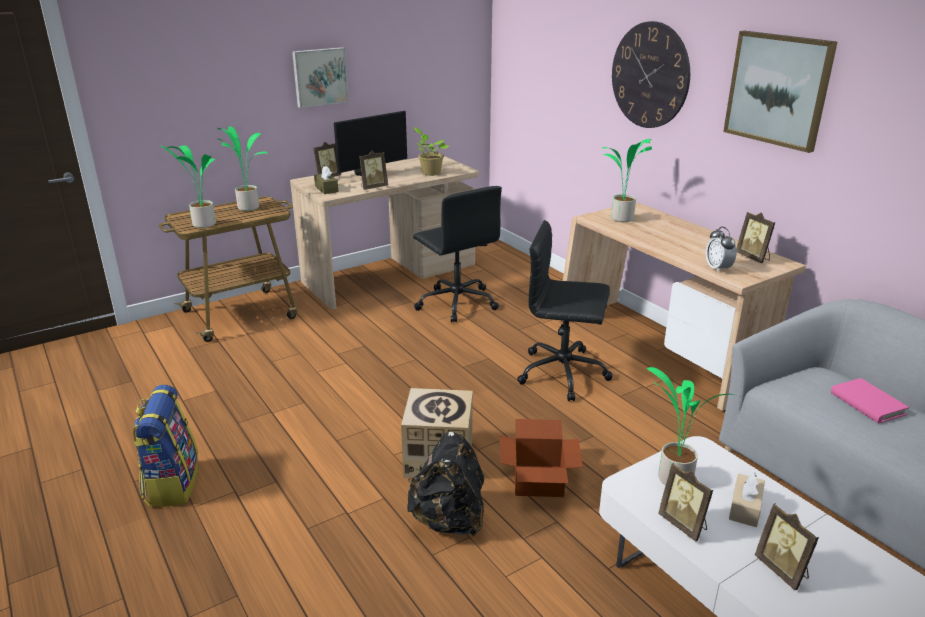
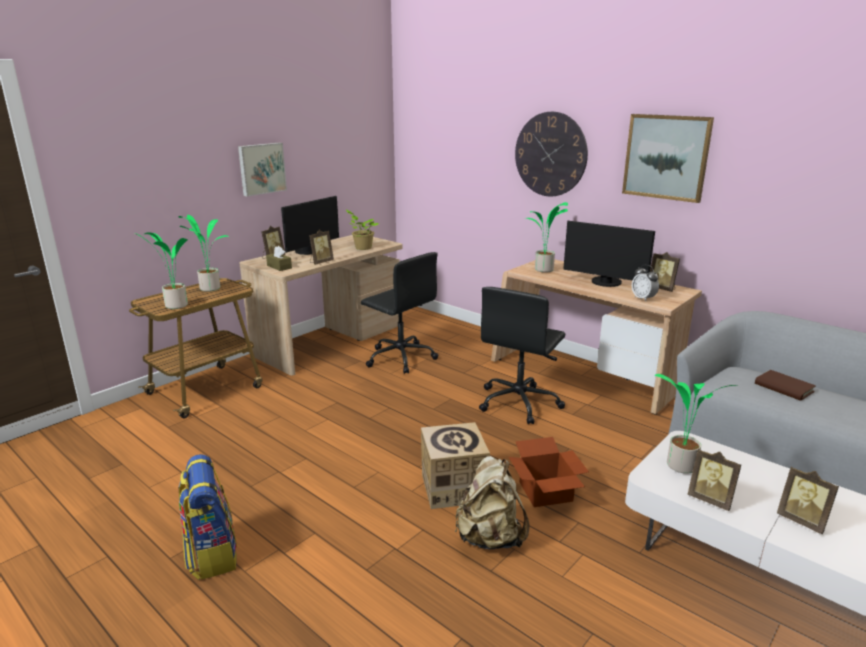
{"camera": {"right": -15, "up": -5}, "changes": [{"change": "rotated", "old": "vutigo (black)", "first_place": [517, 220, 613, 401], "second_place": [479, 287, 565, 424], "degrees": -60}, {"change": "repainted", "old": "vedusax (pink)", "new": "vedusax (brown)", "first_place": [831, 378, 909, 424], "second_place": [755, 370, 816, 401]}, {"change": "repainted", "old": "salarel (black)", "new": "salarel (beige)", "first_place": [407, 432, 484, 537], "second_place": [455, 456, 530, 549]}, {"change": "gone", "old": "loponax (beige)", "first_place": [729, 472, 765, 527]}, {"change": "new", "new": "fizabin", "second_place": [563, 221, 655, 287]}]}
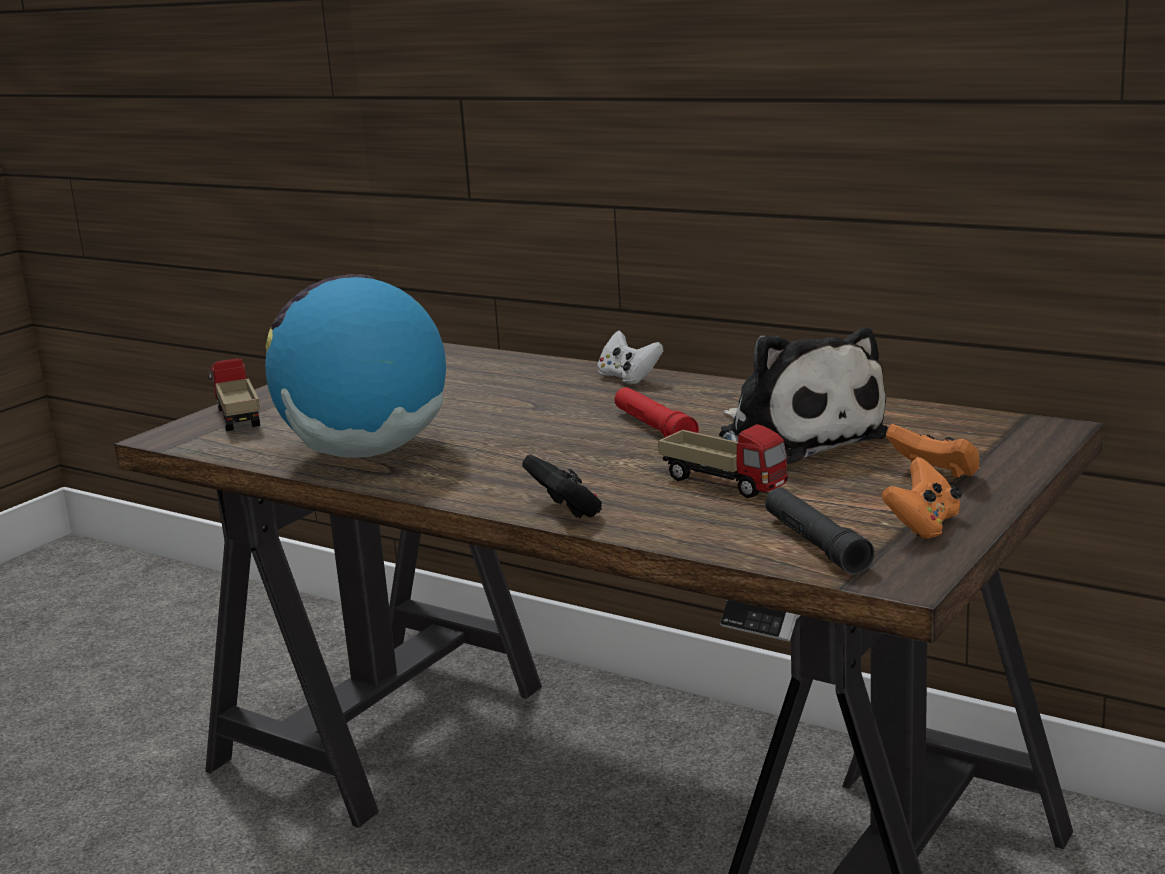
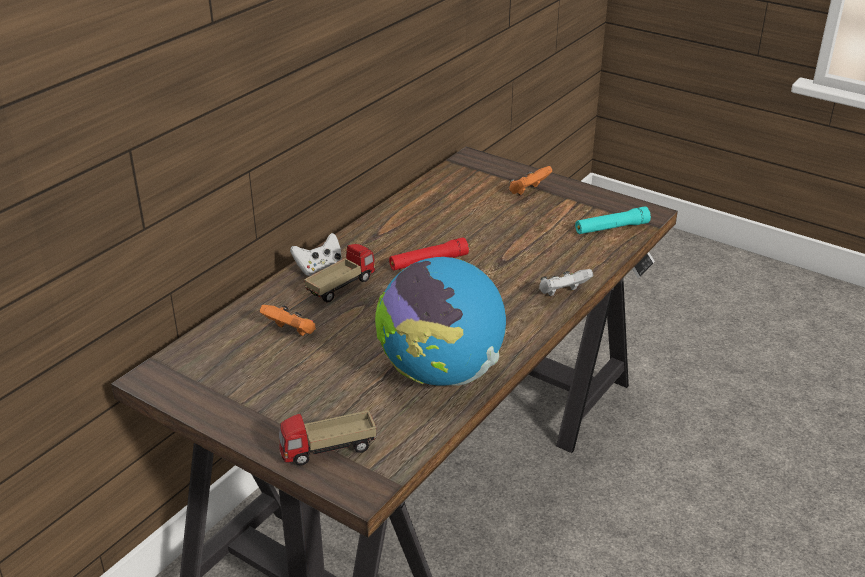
{"camera": {"right": -90, "up": 15}, "changes": [{"change": "gone", "old": "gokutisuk", "first_place": [719, 327, 888, 464]}, {"change": "shifted", "old": "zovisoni", "first_place": [658, 424, 792, 498], "second_place": [304, 244, 375, 302]}, {"change": "repainted", "old": "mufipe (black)", "new": "mufipe (white)", "first_place": [522, 455, 602, 519], "second_place": [539, 269, 593, 296]}, {"change": "shifted", "old": "mufipe (orange)", "first_place": [881, 457, 962, 539], "second_place": [259, 305, 316, 336]}, {"change": "repainted", "old": "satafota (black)", "new": "satafota (turquoise)", "first_place": [765, 488, 875, 574], "second_place": [575, 206, 651, 234]}]}
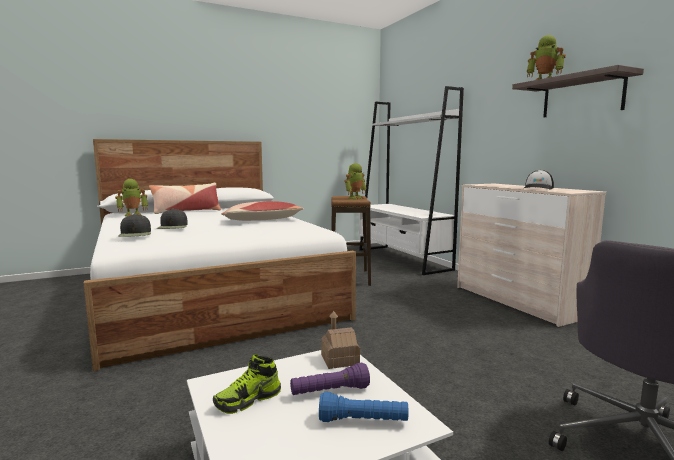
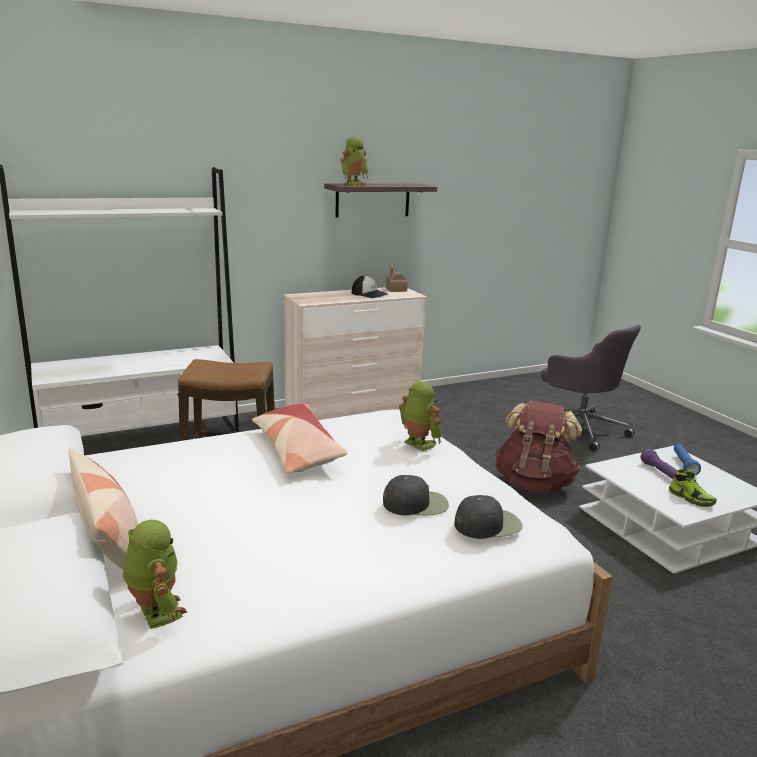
{"camera": {"right": -90, "up": 10}, "changes": [{"change": "shifted", "old": "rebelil", "first_place": [344, 163, 367, 200], "second_place": [399, 381, 443, 451]}, {"change": "shifted", "old": "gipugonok", "first_place": [321, 311, 360, 369], "second_place": [386, 264, 408, 292]}, {"change": "new", "new": "salarel (brown)", "second_place": [495, 401, 582, 493]}]}
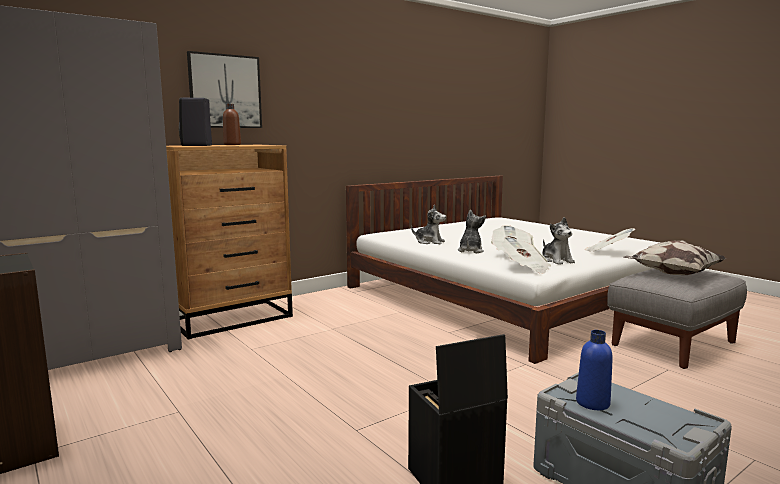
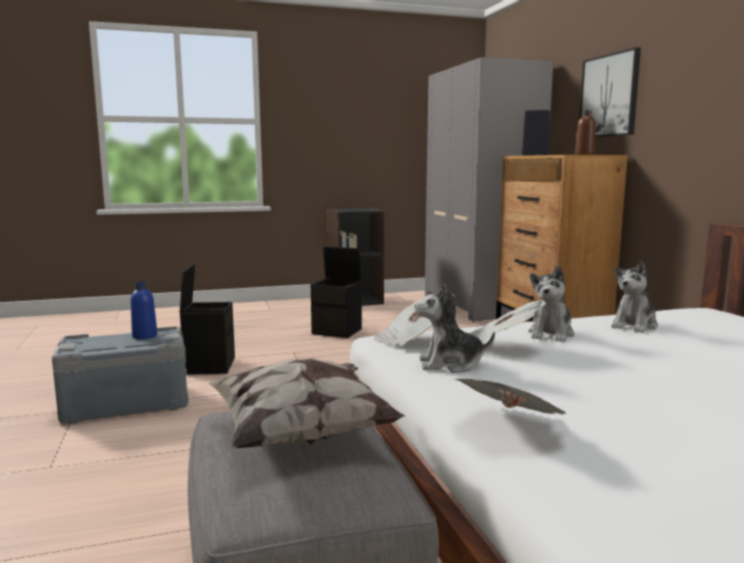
{"camera": {"right": 110, "up": 0}, "changes": [{"change": "rotated", "old": "gokutisuk", "first_place": [458, 210, 486, 253], "second_place": [528, 266, 575, 342], "degrees": 75}, {"change": "new", "new": "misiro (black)", "second_place": [311, 246, 362, 338]}]}
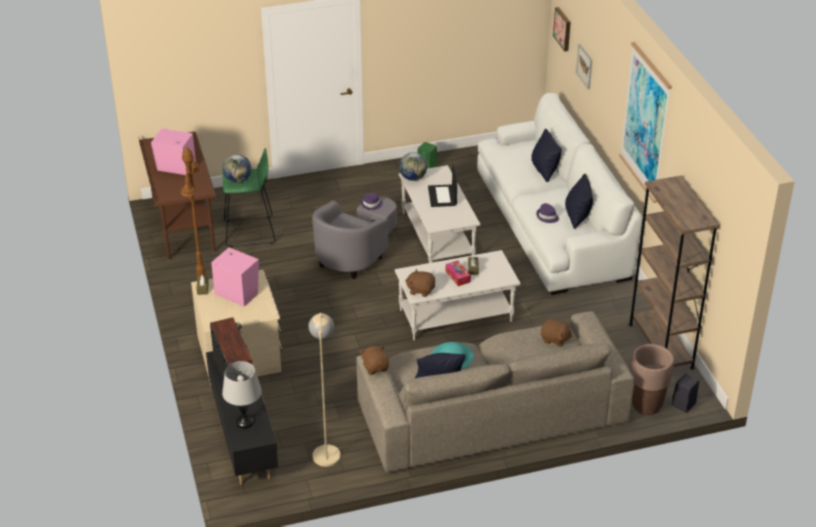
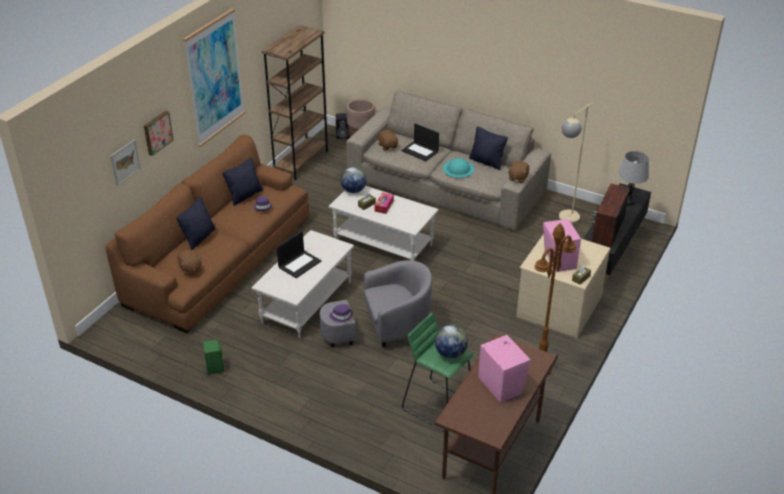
{"camera": {"right": -135, "up": 0}, "changes": [{"change": "shifted", "old": "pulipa", "first_place": [553, 7, 571, 51], "second_place": [144, 111, 174, 156]}, {"change": "repainted", "old": "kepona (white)", "new": "kepona (brown)", "first_place": [477, 93, 643, 295], "second_place": [106, 135, 309, 333]}, {"change": "shifted", "old": "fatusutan", "first_place": [399, 152, 427, 181], "second_place": [340, 167, 367, 193]}, {"change": "shifted", "old": "gokutisuk (brown)", "first_place": [405, 269, 435, 297], "second_place": [178, 250, 202, 275]}, {"change": "new", "new": "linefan", "second_place": [401, 123, 439, 161]}]}
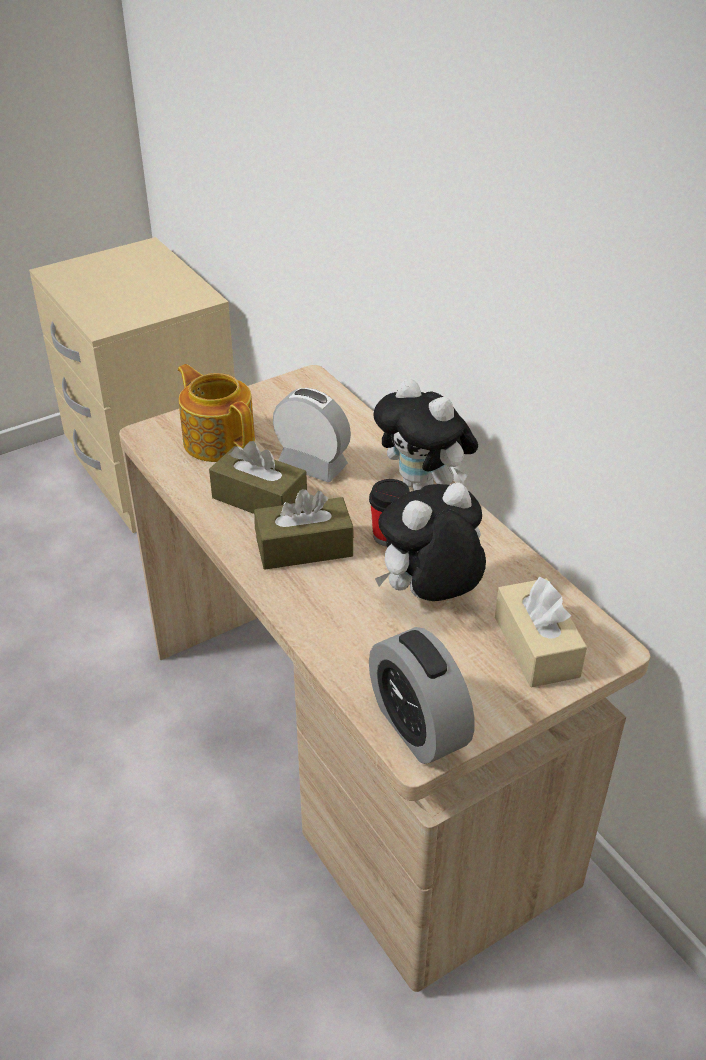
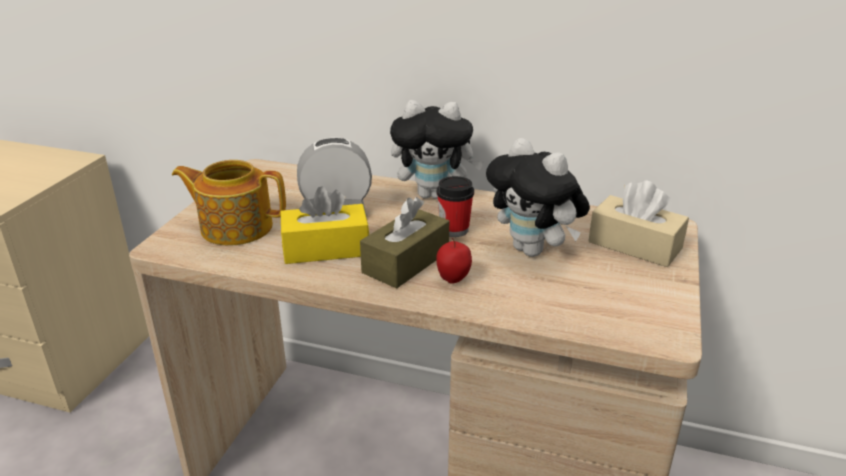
{"camera": {"right": -40, "up": -10}, "changes": [{"change": "repainted", "old": "loponax (brown)", "new": "loponax (yellow)", "first_place": [209, 441, 307, 514], "second_place": [281, 186, 369, 264]}, {"change": "rotated", "old": "gokutisuk", "first_place": [375, 482, 486, 601], "second_place": [486, 138, 590, 257], "degrees": -60}, {"change": "gone", "old": "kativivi", "first_place": [369, 627, 475, 764]}, {"change": "new", "new": "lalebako", "second_place": [436, 238, 472, 284]}]}
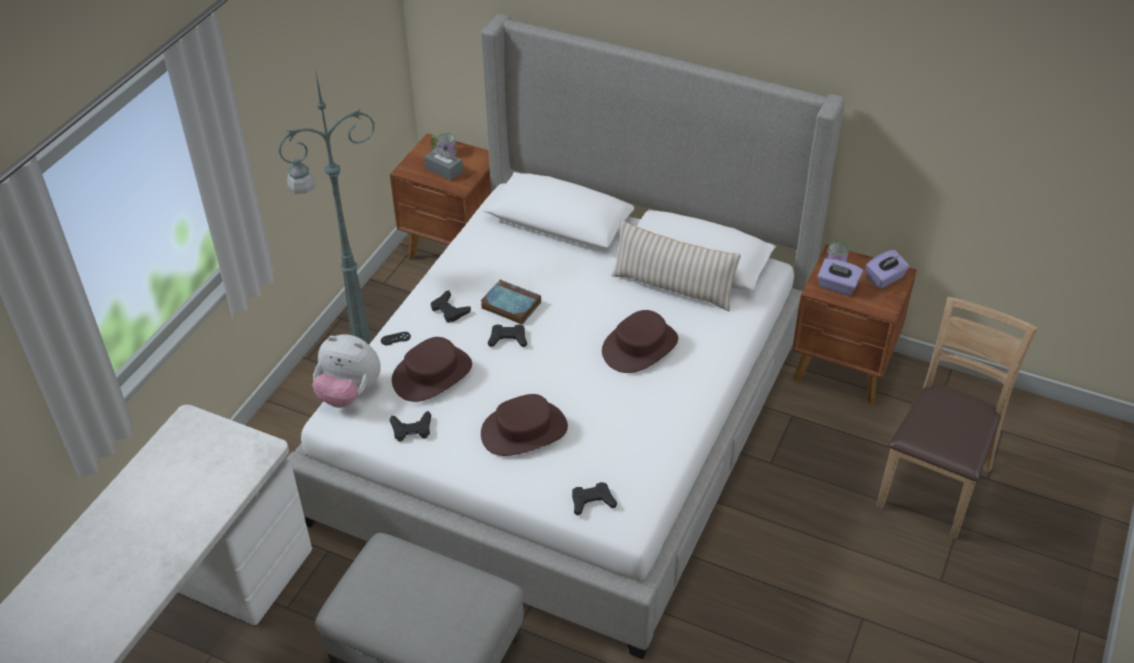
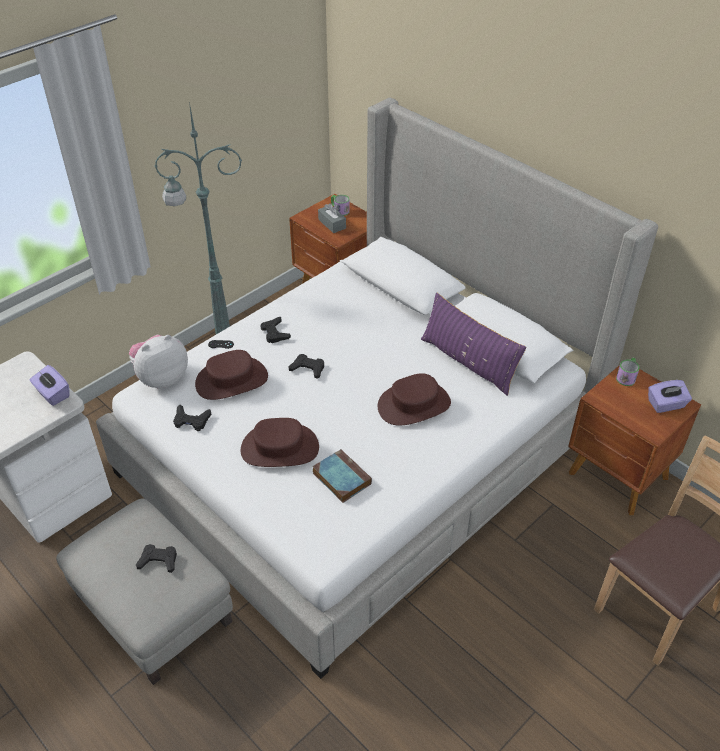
{"camera": {"right": 20, "up": 0}, "changes": [{"change": "repainted", "old": "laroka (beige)", "new": "laroka (purple)", "first_place": [611, 220, 741, 311], "second_place": [421, 292, 527, 396]}, {"change": "shifted", "old": "loponax (purple)", "first_place": [817, 258, 863, 296], "second_place": [30, 365, 70, 406]}, {"change": "shifted", "old": "vedusax", "first_place": [481, 280, 541, 325], "second_place": [312, 449, 372, 503]}, {"change": "rotated", "old": "gokutisuk", "first_place": [312, 334, 381, 408], "second_place": [129, 335, 188, 388], "degrees": 105}, {"change": "shifted", "old": "mufipe (black)", "first_place": [572, 482, 617, 516], "second_place": [136, 544, 177, 573]}]}
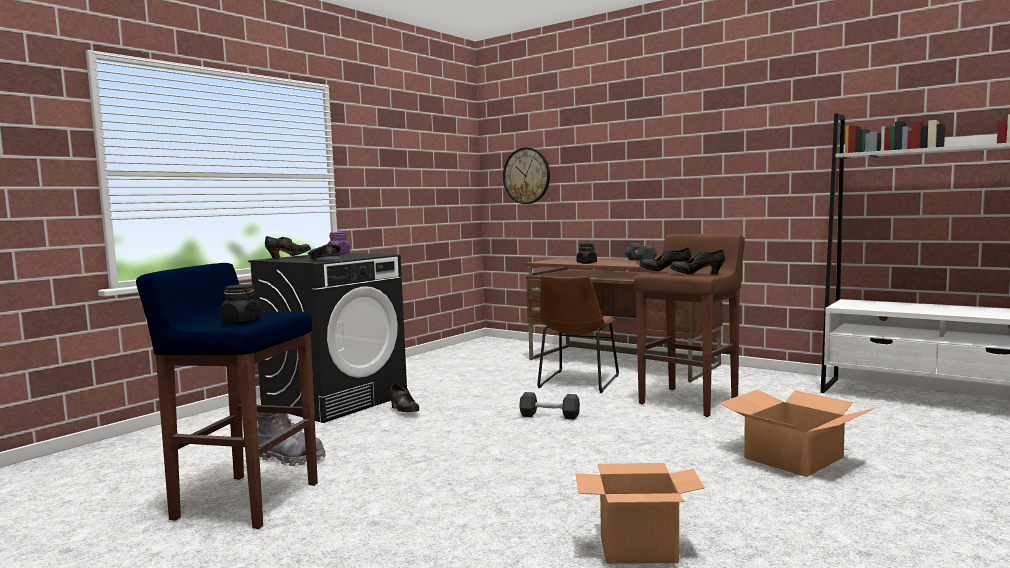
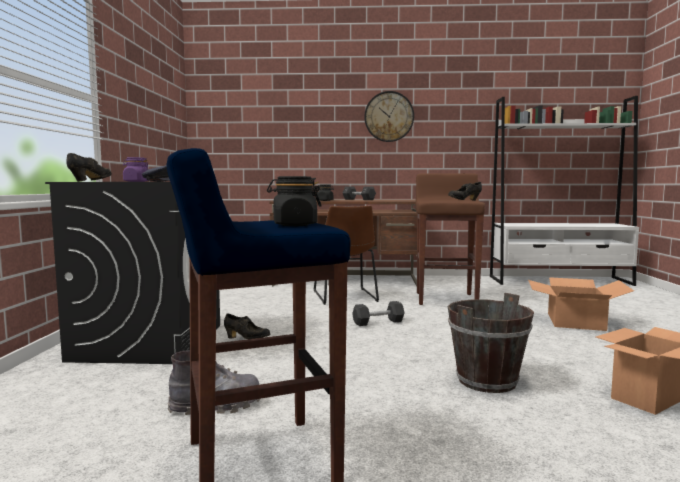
{"camera": {"right": -35, "up": 0}, "changes": [{"change": "shifted", "old": "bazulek", "first_place": [503, 147, 550, 204], "second_place": [364, 91, 414, 142]}, {"change": "gone", "old": "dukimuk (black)", "first_place": [639, 247, 691, 271]}, {"change": "new", "new": "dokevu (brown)", "second_place": [448, 293, 534, 393]}]}
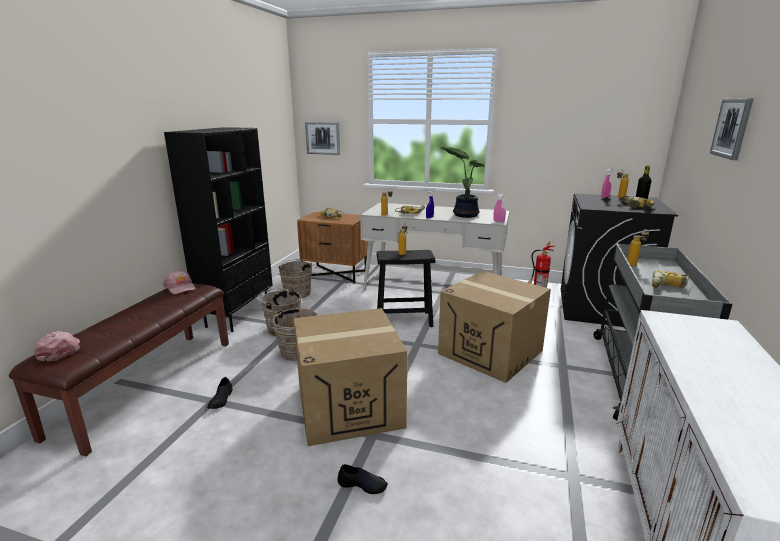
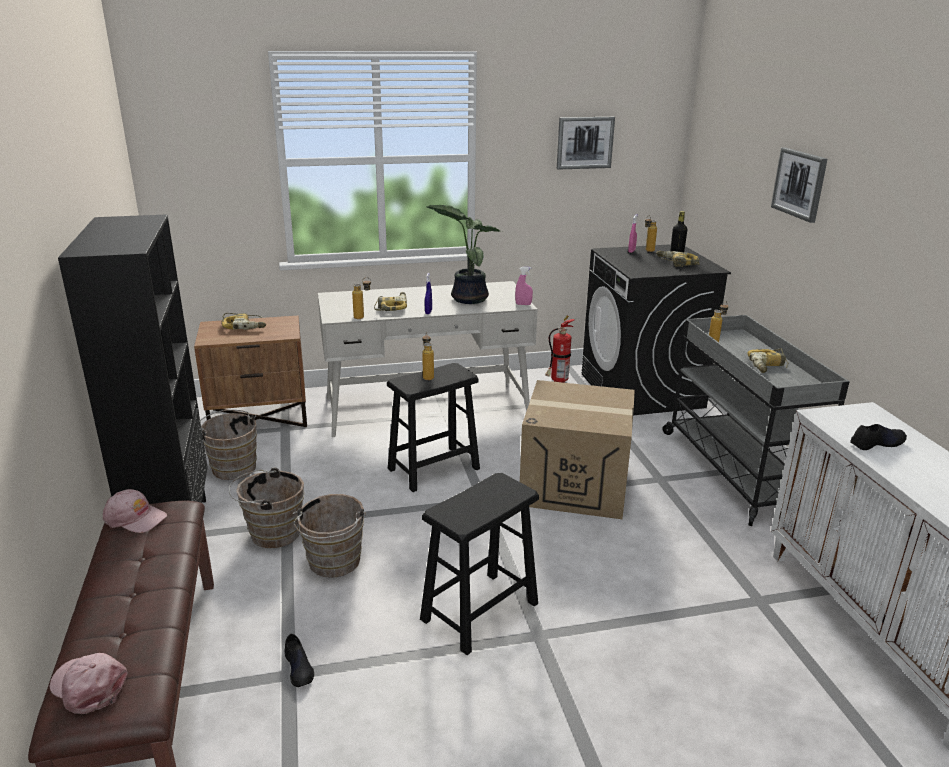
{"camera": {"right": -30, "up": 5}, "changes": [{"change": "shifted", "old": "pulipa", "first_place": [305, 122, 340, 155], "second_place": [557, 117, 615, 169]}, {"change": "swapped", "old": "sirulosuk", "new": "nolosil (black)", "first_place": [294, 308, 408, 446], "second_place": [420, 473, 539, 655]}, {"change": "shifted", "old": "dukimuk (black)", "first_place": [337, 464, 388, 494], "second_place": [850, 424, 907, 450]}]}
